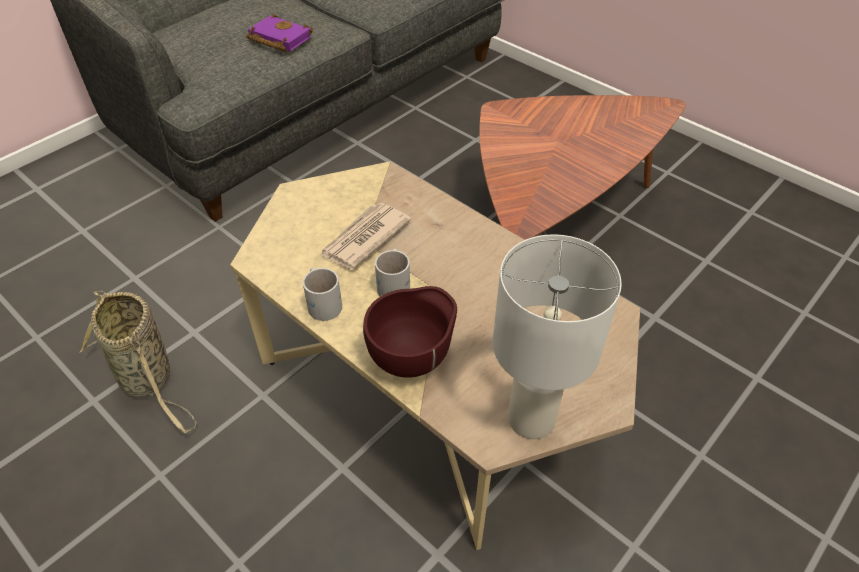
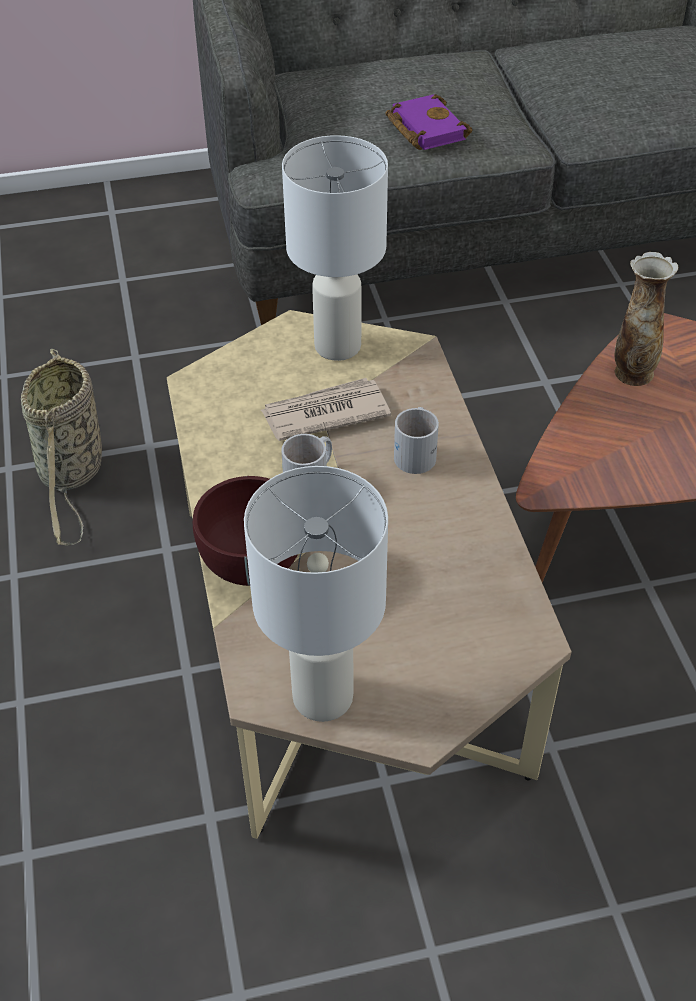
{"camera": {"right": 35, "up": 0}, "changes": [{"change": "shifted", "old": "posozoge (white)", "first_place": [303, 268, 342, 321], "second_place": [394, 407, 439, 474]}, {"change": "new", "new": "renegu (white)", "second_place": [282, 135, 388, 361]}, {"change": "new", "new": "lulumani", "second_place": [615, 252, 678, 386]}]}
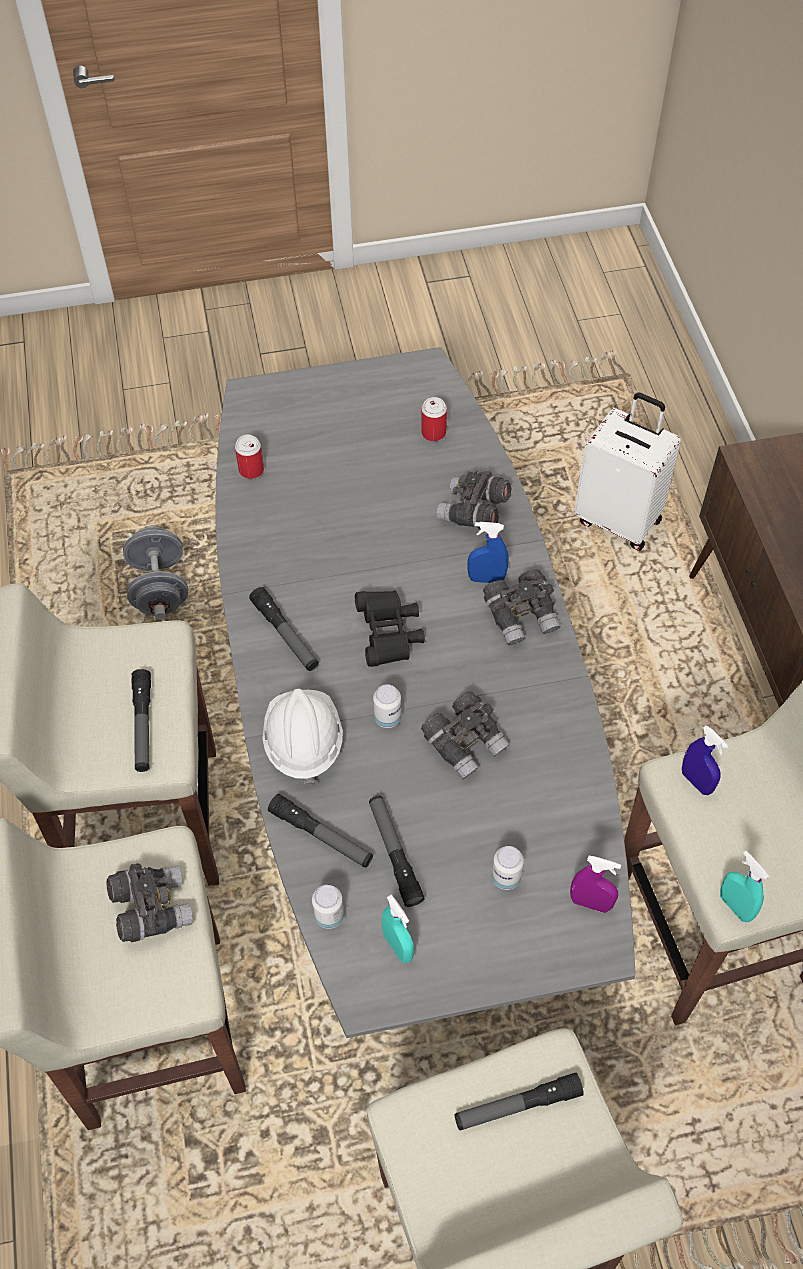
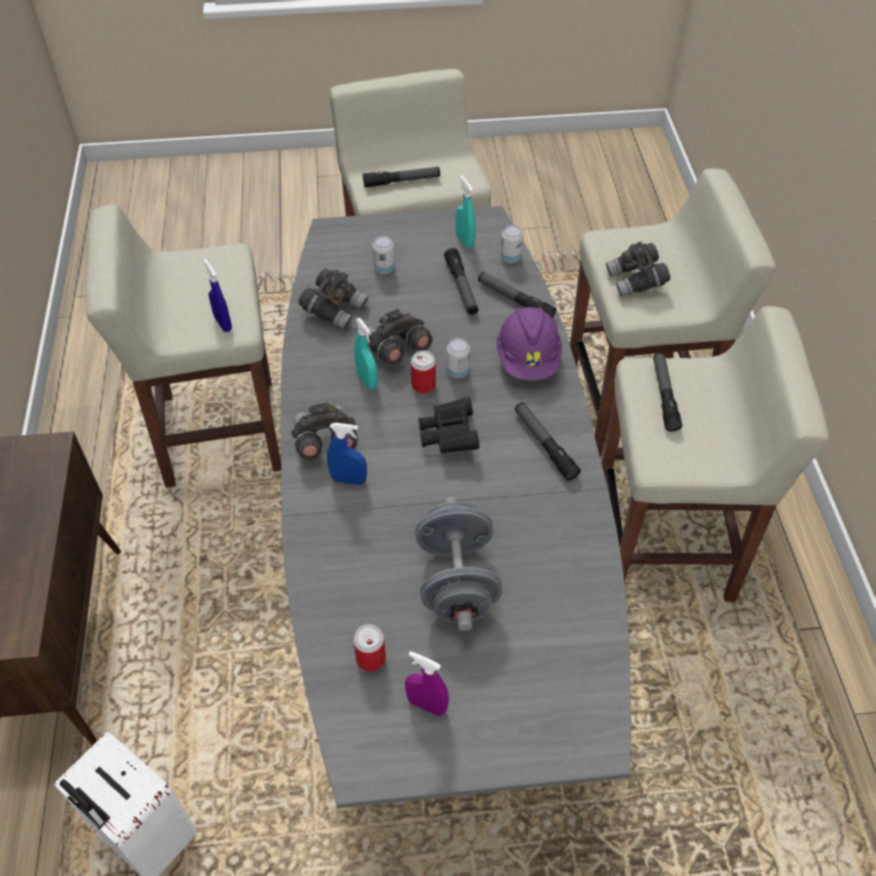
{"camera": {"right": -175, "up": -5}, "changes": [{"change": "shifted", "old": "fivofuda", "first_place": [235, 435, 264, 479], "second_place": [411, 351, 436, 393]}, {"change": "shifted", "old": "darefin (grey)", "first_place": [436, 471, 511, 530], "second_place": [298, 268, 368, 330]}, {"change": "shifted", "old": "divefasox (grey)", "first_place": [123, 525, 188, 619], "second_place": [415, 497, 502, 631]}, {"change": "repainted", "old": "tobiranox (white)", "new": "tobiranox (purple)", "first_place": [262, 689, 343, 785], "second_place": [496, 307, 562, 381]}, {"change": "shifted", "old": "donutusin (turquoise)", "first_place": [720, 851, 769, 922], "second_place": [354, 318, 378, 389]}, {"change": "shifted", "old": "donutusin (purple)", "first_place": [570, 856, 621, 913], "second_place": [405, 651, 449, 716]}]}
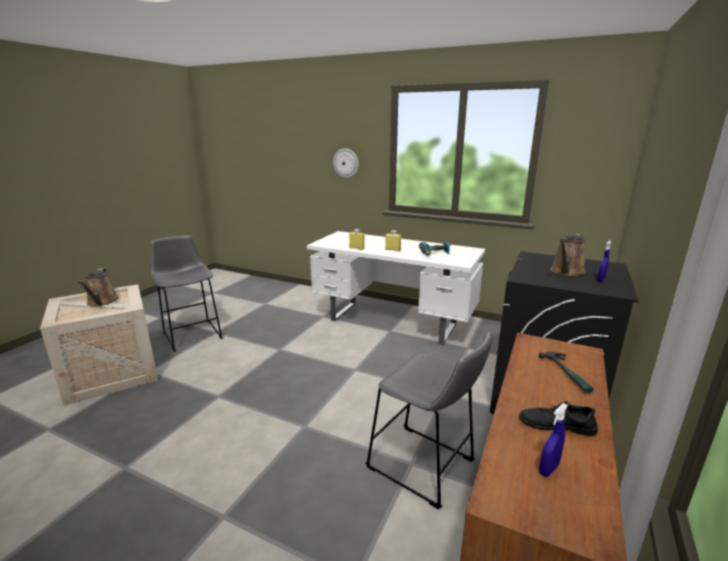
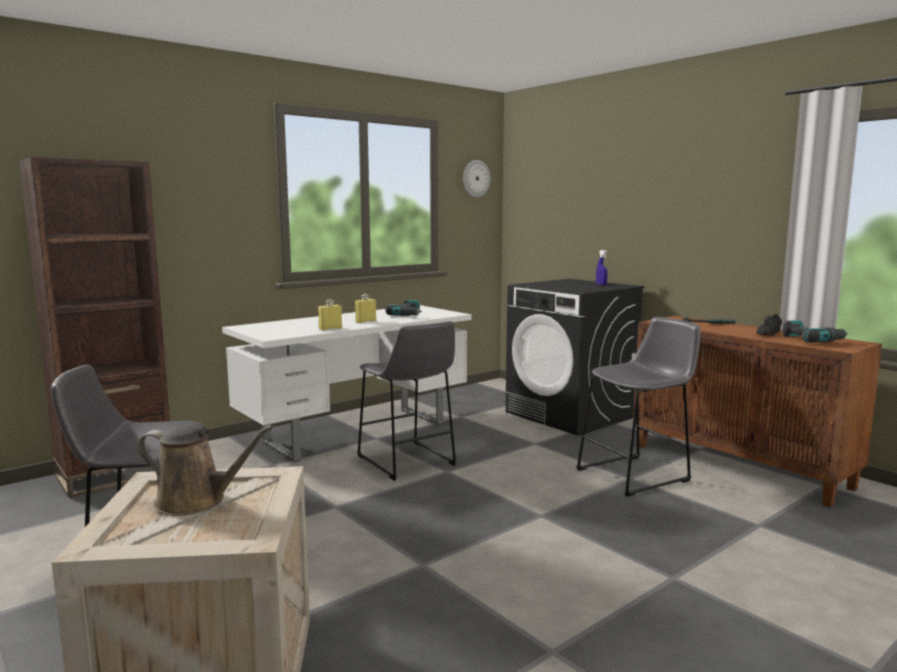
{"camera": {"right": -65, "up": -10}, "changes": [{"change": "shifted", "old": "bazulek", "first_place": [333, 148, 359, 178], "second_place": [463, 160, 491, 197]}, {"change": "gone", "old": "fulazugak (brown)", "first_place": [550, 234, 586, 276]}, {"change": "swapped", "old": "donutusin (blue)", "new": "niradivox", "first_place": [539, 403, 568, 477], "second_place": [783, 320, 849, 343]}, {"change": "new", "new": "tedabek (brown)", "second_place": [19, 157, 170, 498]}, {"change": "new", "new": "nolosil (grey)", "second_place": [357, 321, 457, 481]}]}
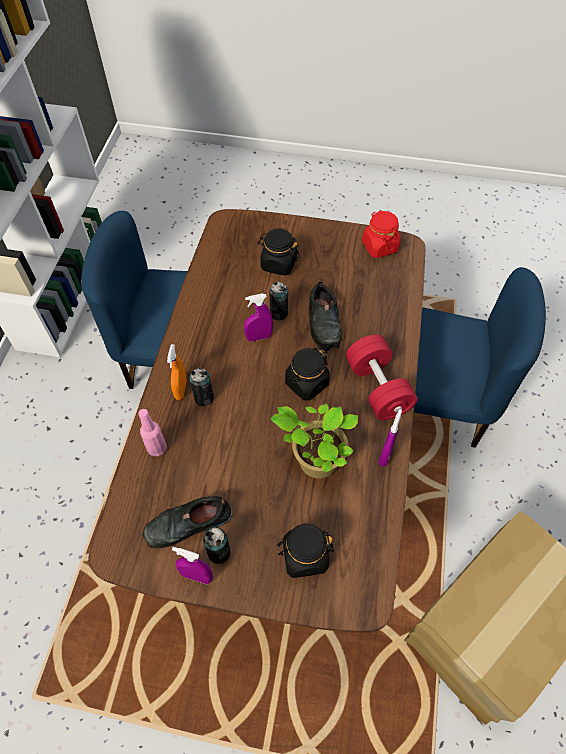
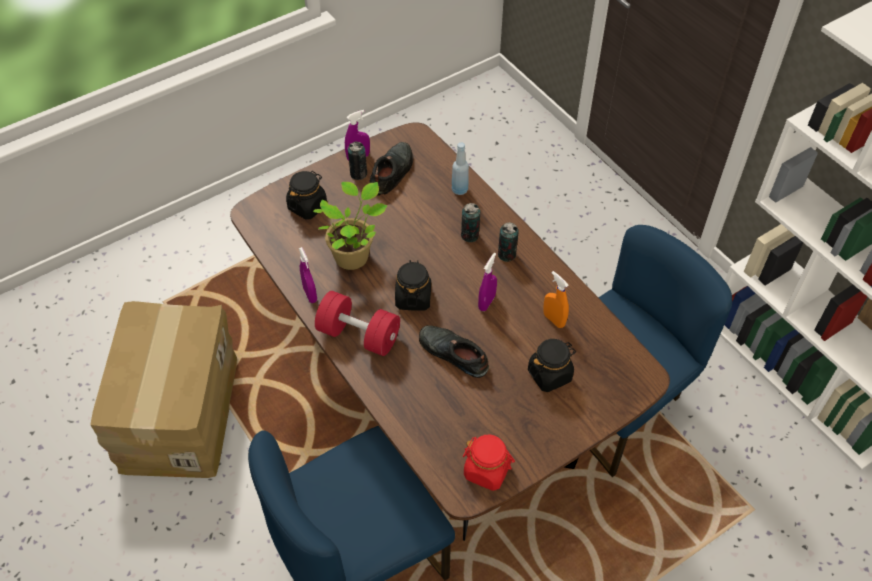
{"camera": {"right": 135, "up": -5}, "changes": [{"change": "shifted", "old": "fivofuda", "first_place": [269, 281, 288, 321], "second_place": [498, 222, 519, 262]}, {"change": "shifted", "old": "donutusin (orange)", "first_place": [167, 344, 187, 400], "second_place": [543, 271, 569, 328]}, {"change": "repainted", "old": "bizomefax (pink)", "new": "bizomefax (blue)", "first_place": [138, 409, 167, 456], "second_place": [452, 143, 469, 195]}]}
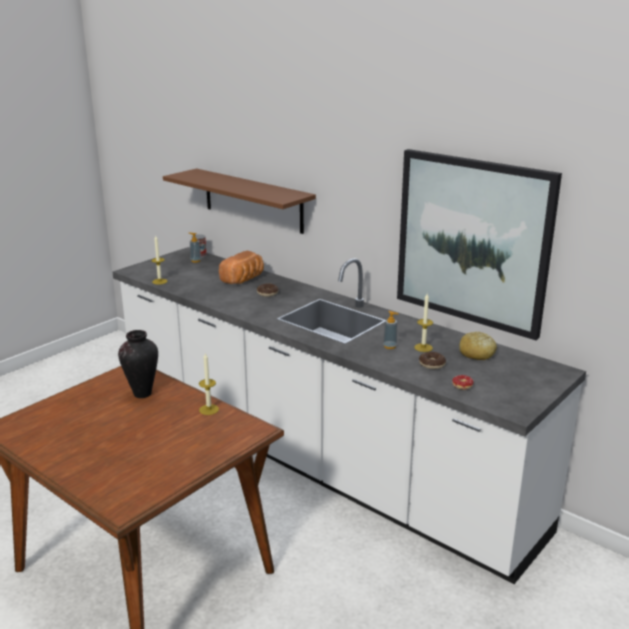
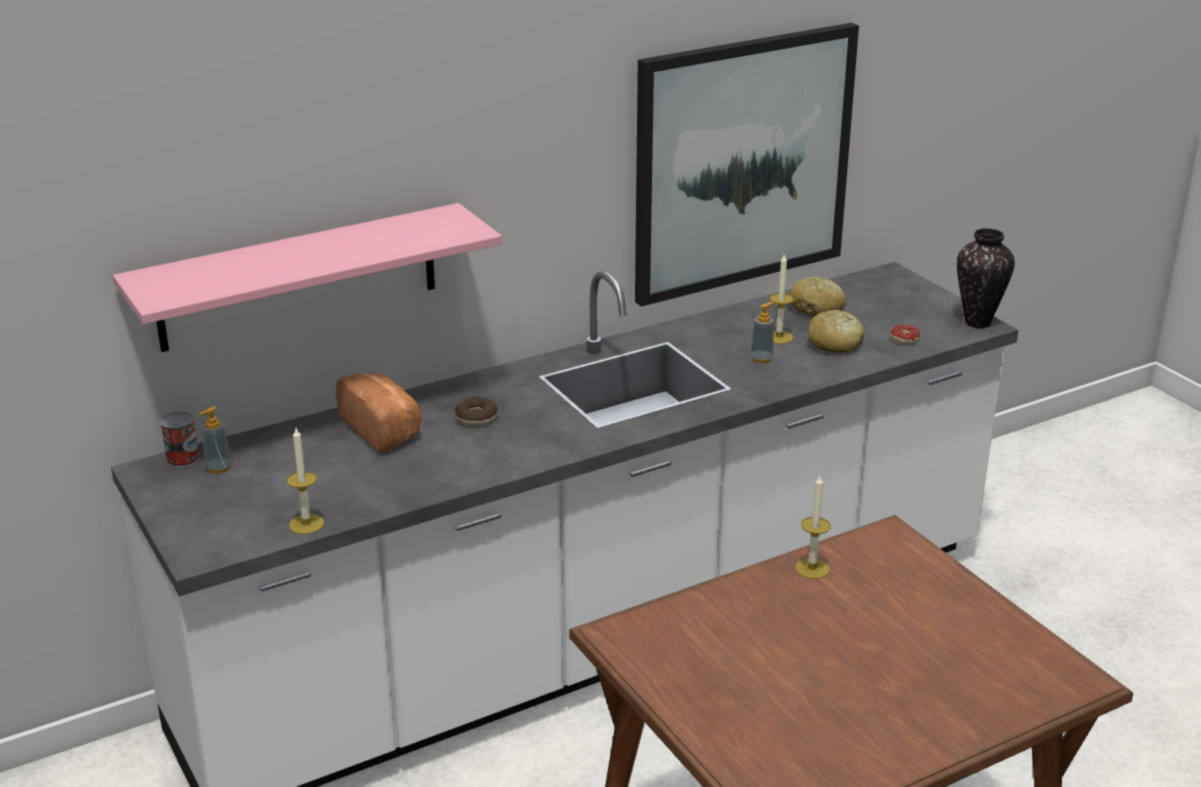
{"camera": {"right": -70, "up": 5}, "changes": [{"change": "repainted", "old": "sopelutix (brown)", "new": "sopelutix (pink)", "first_place": [163, 168, 316, 234], "second_place": [113, 203, 502, 352]}, {"change": "shifted", "old": "lulumani", "first_place": [118, 330, 158, 398], "second_place": [957, 228, 1015, 328]}, {"change": "swapped", "old": "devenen", "new": "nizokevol", "first_place": [419, 352, 446, 369], "second_place": [808, 309, 865, 353]}]}
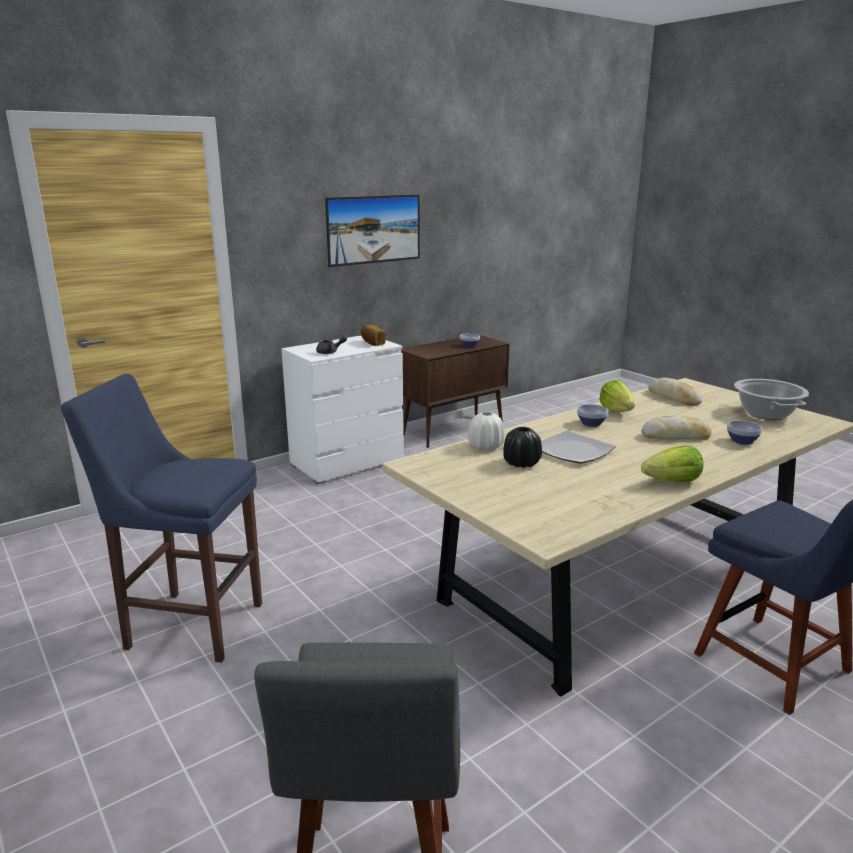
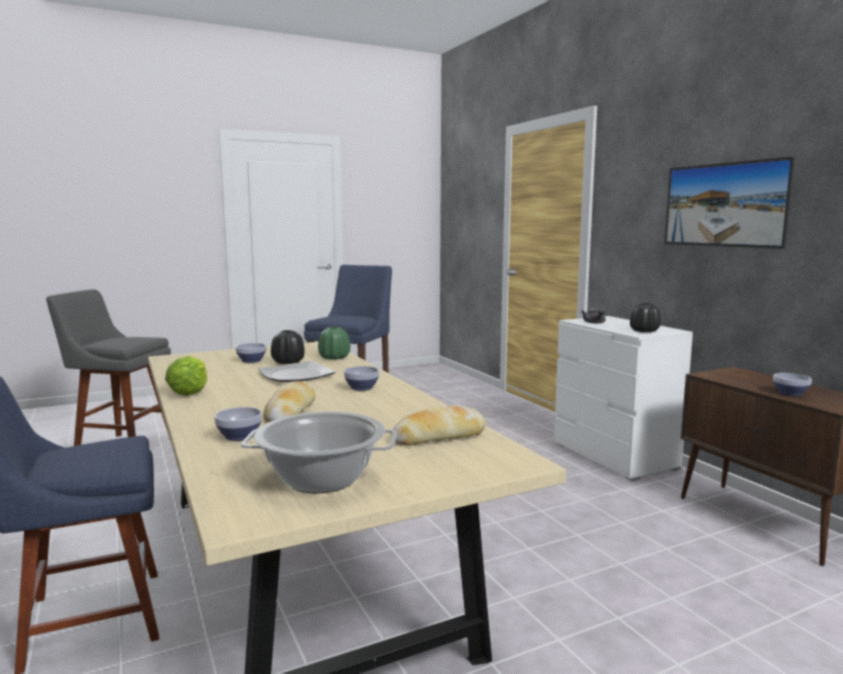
{"camera": {"right": 100, "up": -10}, "changes": [{"change": "swapped", "old": "nizokevol", "new": "lulumani (black)", "first_place": [361, 325, 386, 346], "second_place": [630, 303, 661, 332]}, {"change": "gone", "old": "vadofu", "first_place": [600, 380, 635, 412]}, {"change": "repainted", "old": "lulumani (white)", "new": "lulumani (green)", "first_place": [468, 411, 505, 450], "second_place": [318, 327, 350, 360]}, {"change": "new", "new": "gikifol", "second_place": [236, 343, 266, 363]}]}
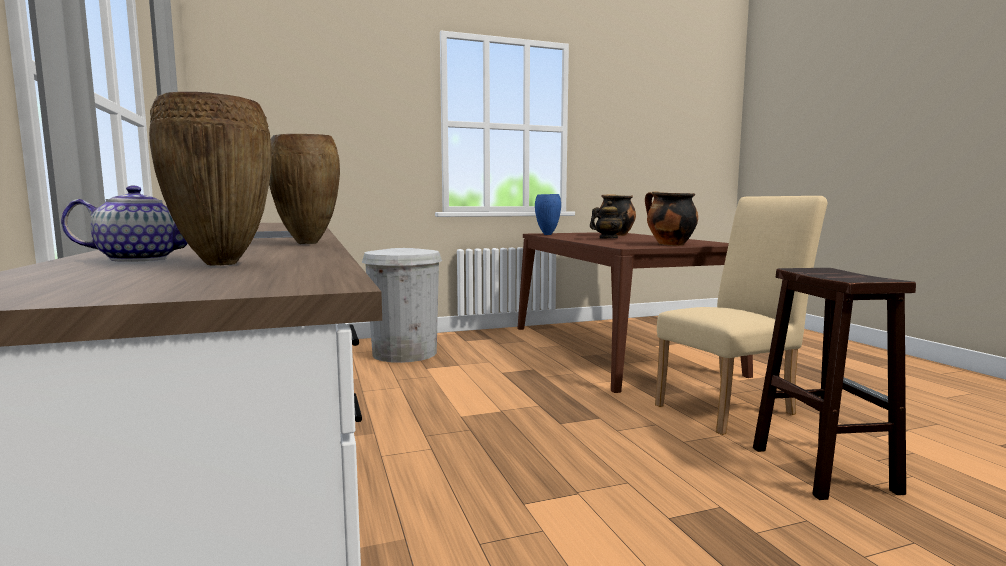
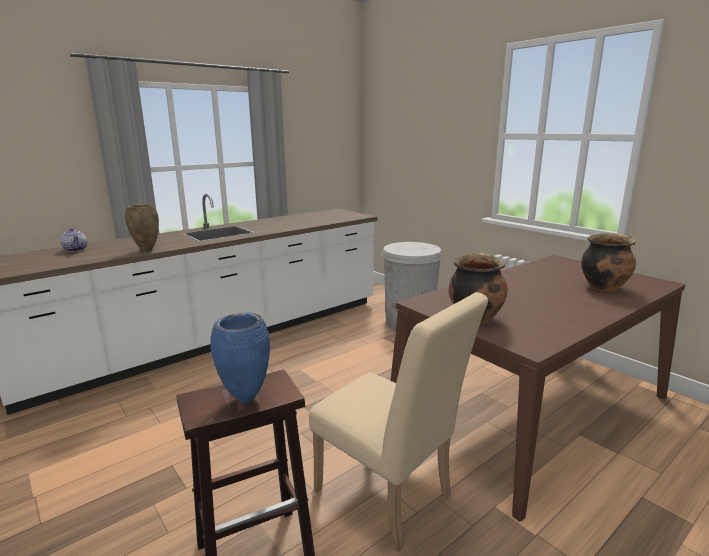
{"camera": {"right": 70, "up": 10}, "changes": [{"change": "gone", "old": "lulumani (brown)", "first_place": [149, 92, 272, 266]}, {"change": "shifted", "old": "lulumani (blue)", "first_place": [535, 194, 561, 235], "second_place": [210, 313, 270, 403]}, {"change": "gone", "old": "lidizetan", "first_place": [590, 201, 628, 238]}]}
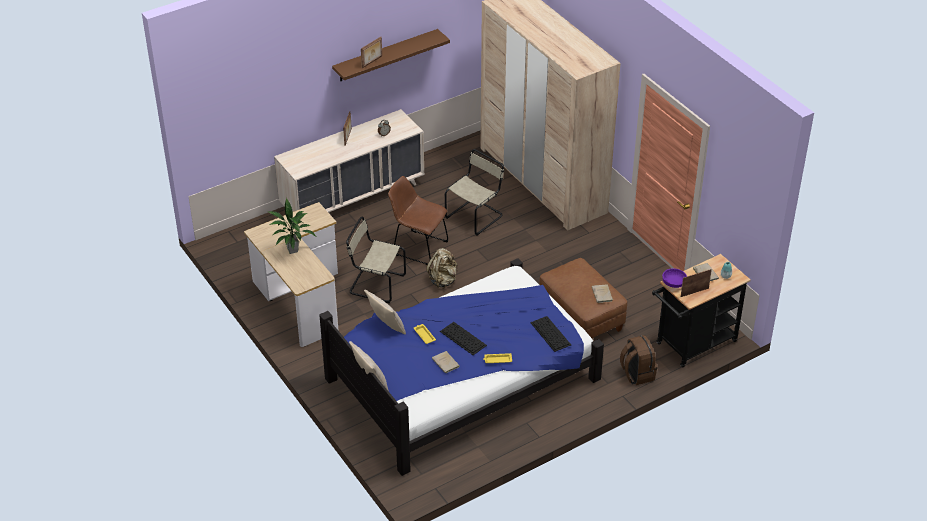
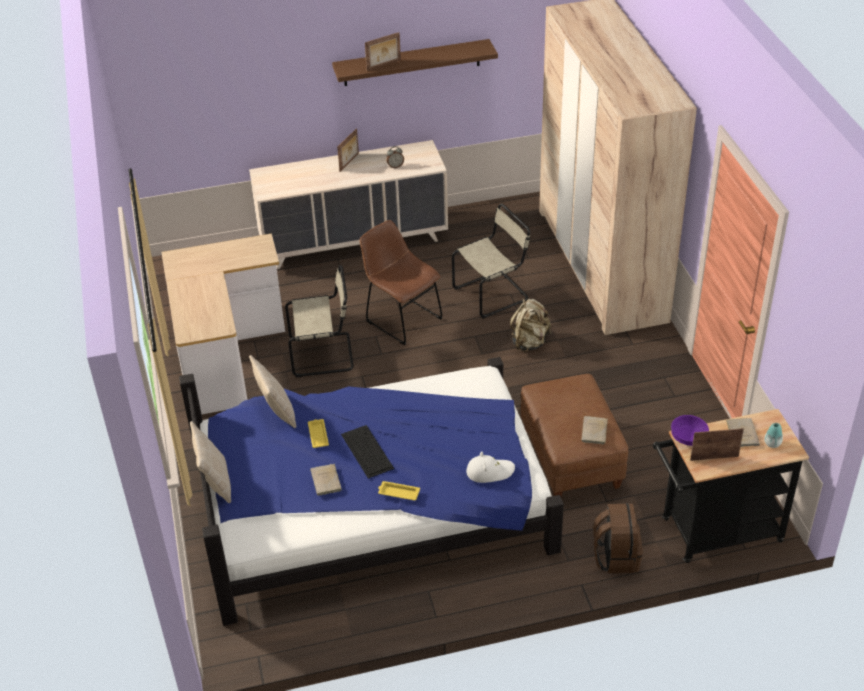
{"camera": {"right": 20, "up": 0}, "changes": [{"change": "gone", "old": "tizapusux", "first_place": [268, 198, 316, 254]}, {"change": "rotated", "old": "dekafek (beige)", "first_place": [346, 216, 406, 303], "second_place": [285, 265, 354, 377], "degrees": 135}, {"change": "shifted", "old": "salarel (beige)", "first_place": [426, 248, 457, 289], "second_place": [510, 299, 551, 352]}, {"change": "swapped", "old": "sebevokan", "new": "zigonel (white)", "first_place": [530, 316, 571, 352], "second_place": [466, 451, 515, 483]}]}
